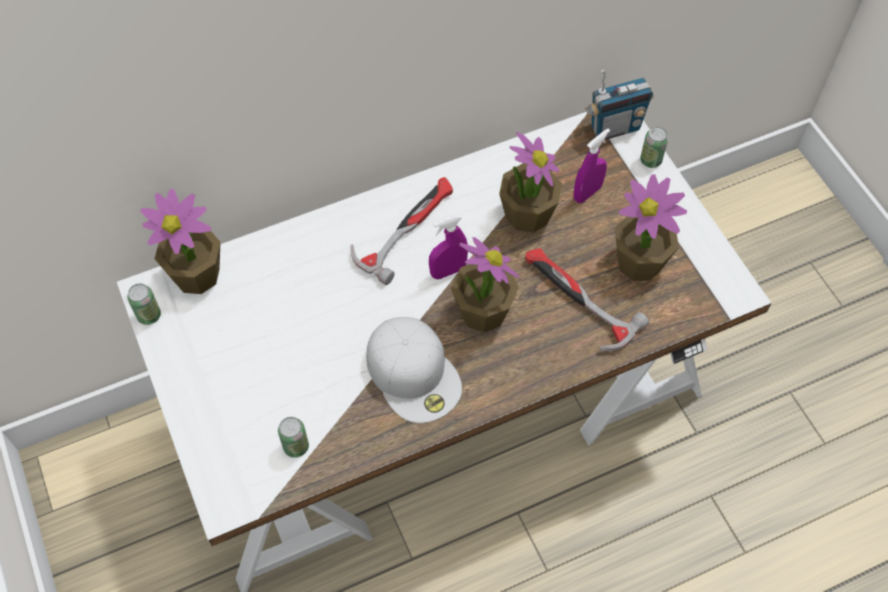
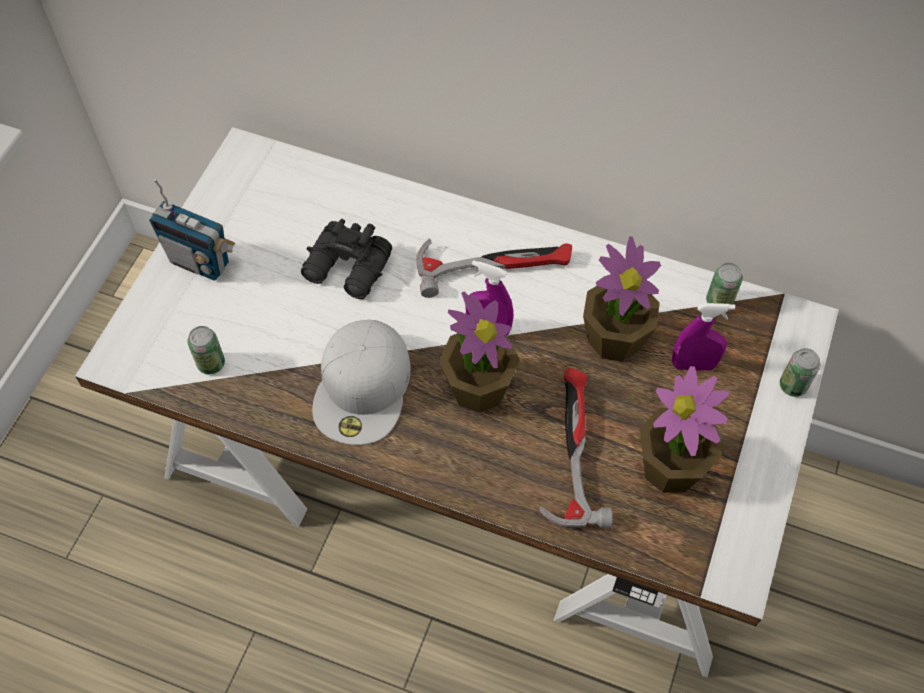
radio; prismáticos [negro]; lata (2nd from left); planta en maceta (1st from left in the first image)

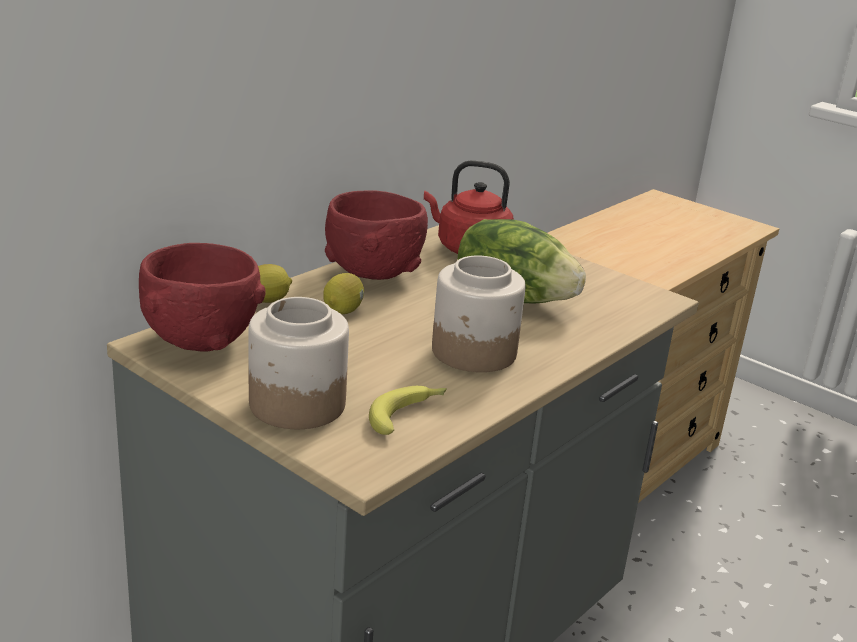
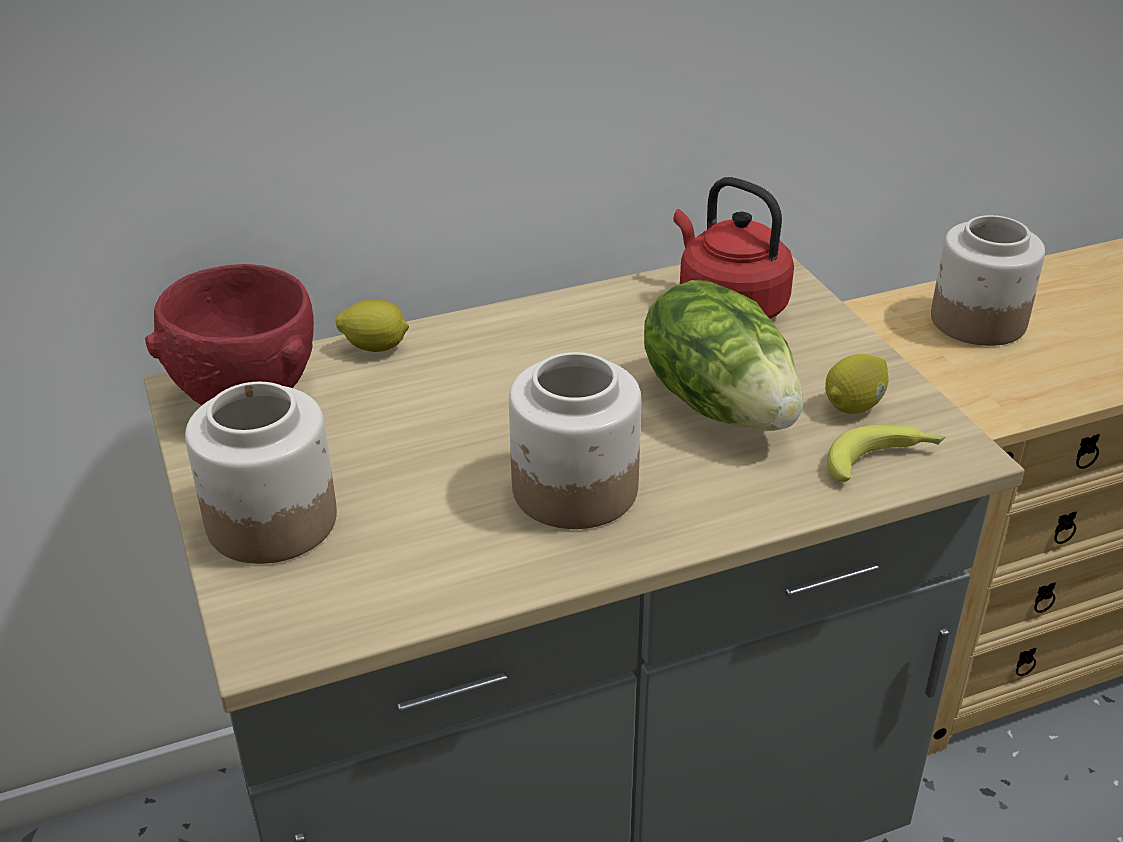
limón (2nd from left); plátano; tarro (3rd from left); cuenco [rojo] (2nd from left in the first image)

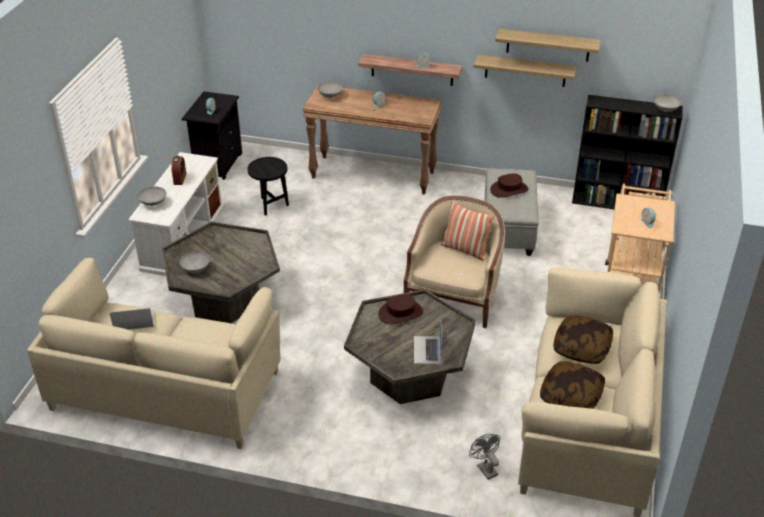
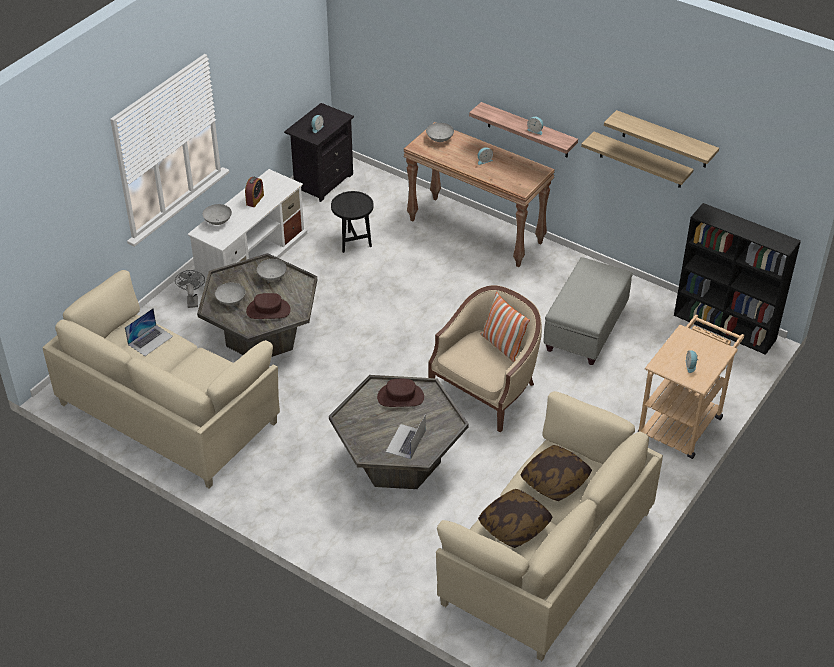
portátil (1st from left); ventilador [gris]; sombrero [marrón] (1st from left); cuenco [gris] (3rd from left)

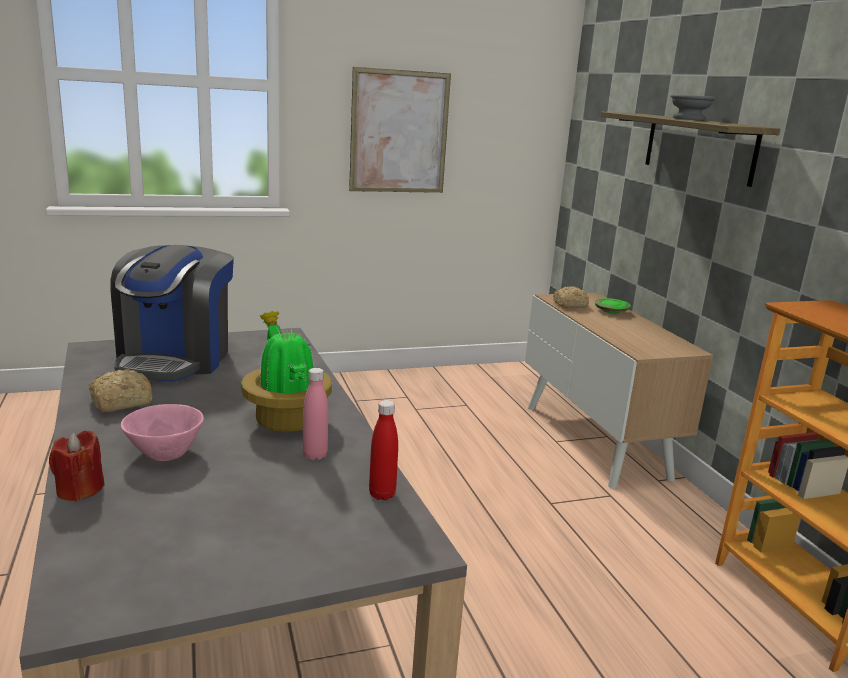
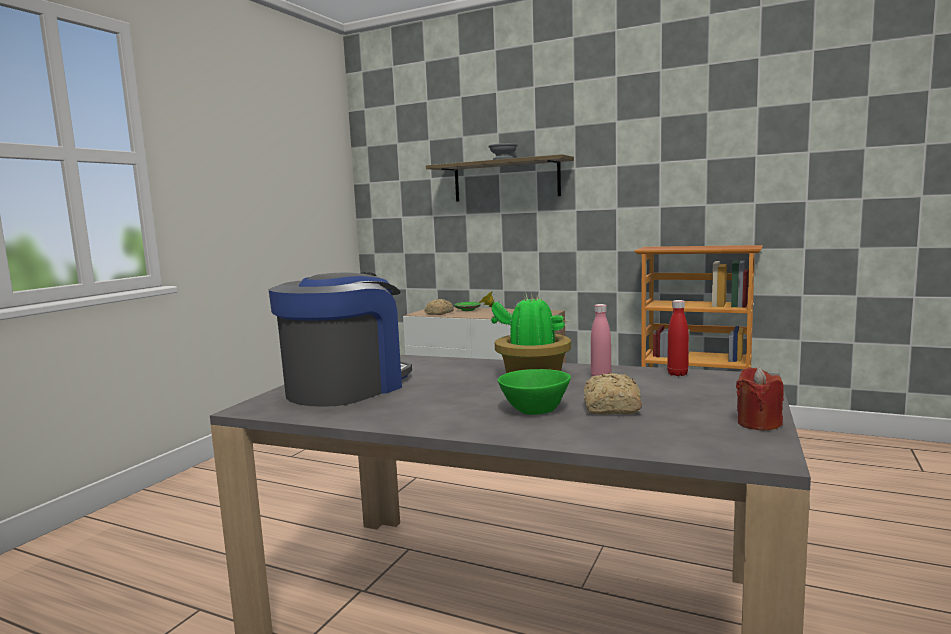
cafetera; cuenco [verde]; pan (2nd from left); vela [rojo]; cuadro

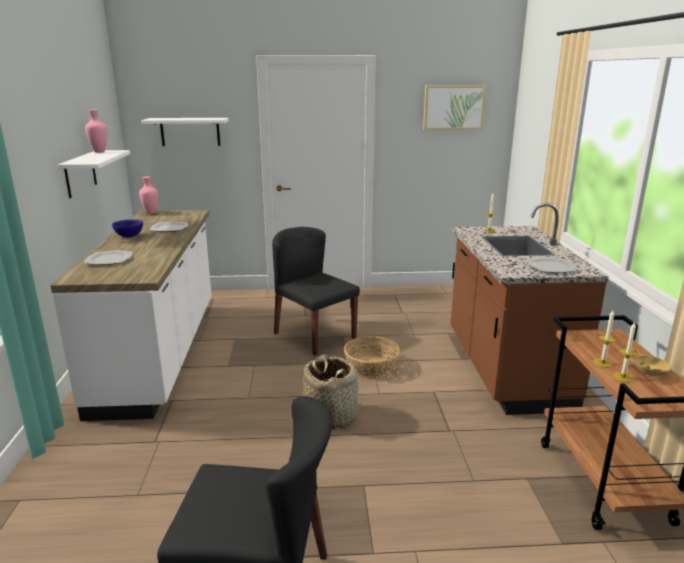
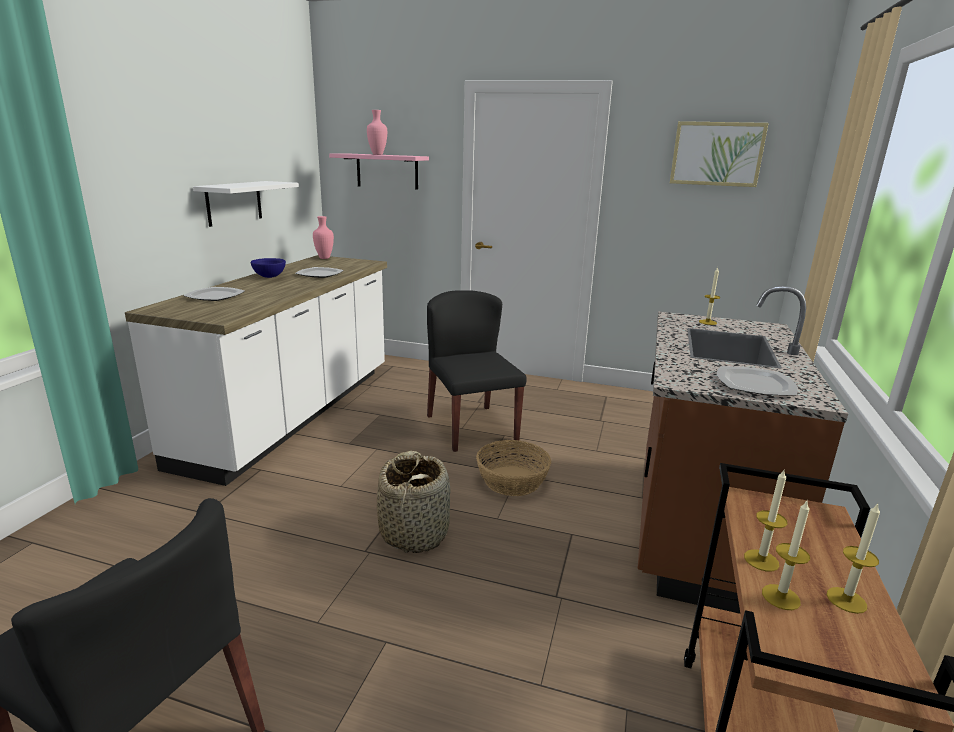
estante [rosa]; florero [rosa] (2nd from left); vela (4th from left)

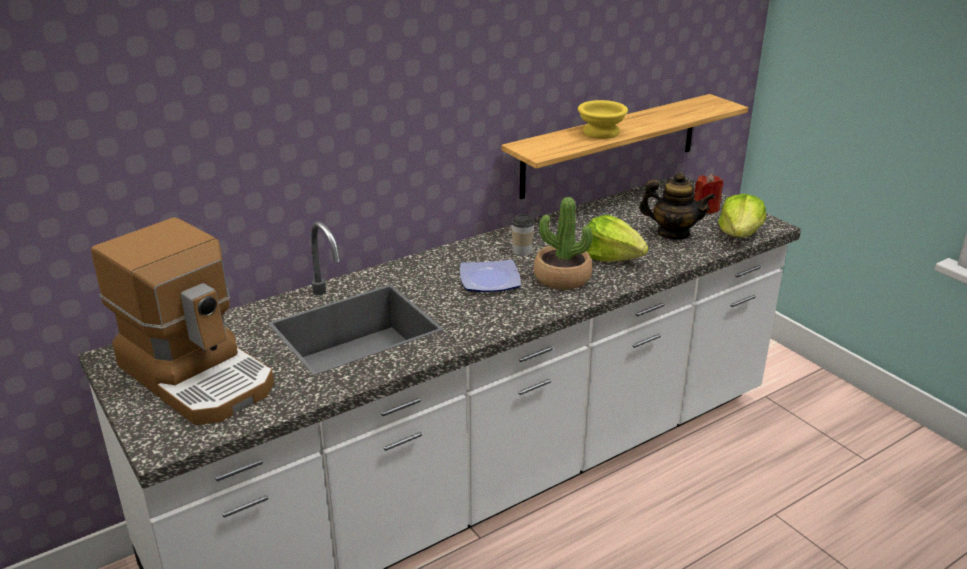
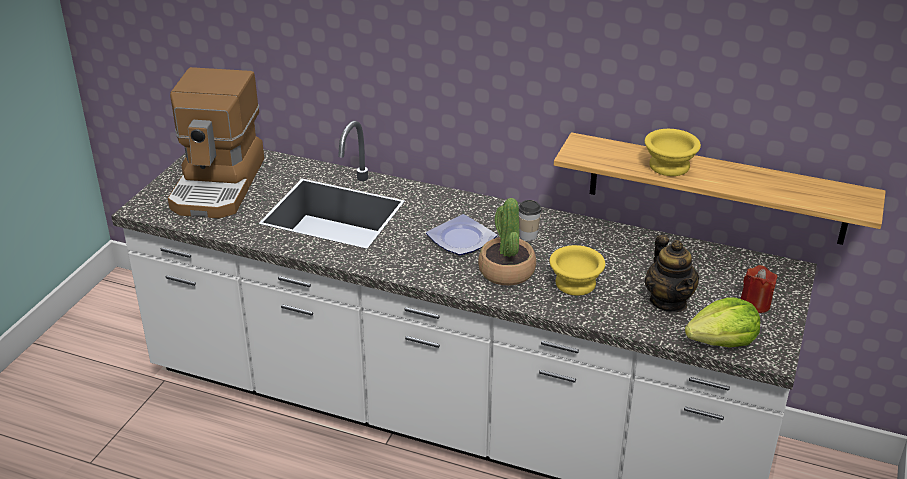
cuenco [amarillo] (1st from left)

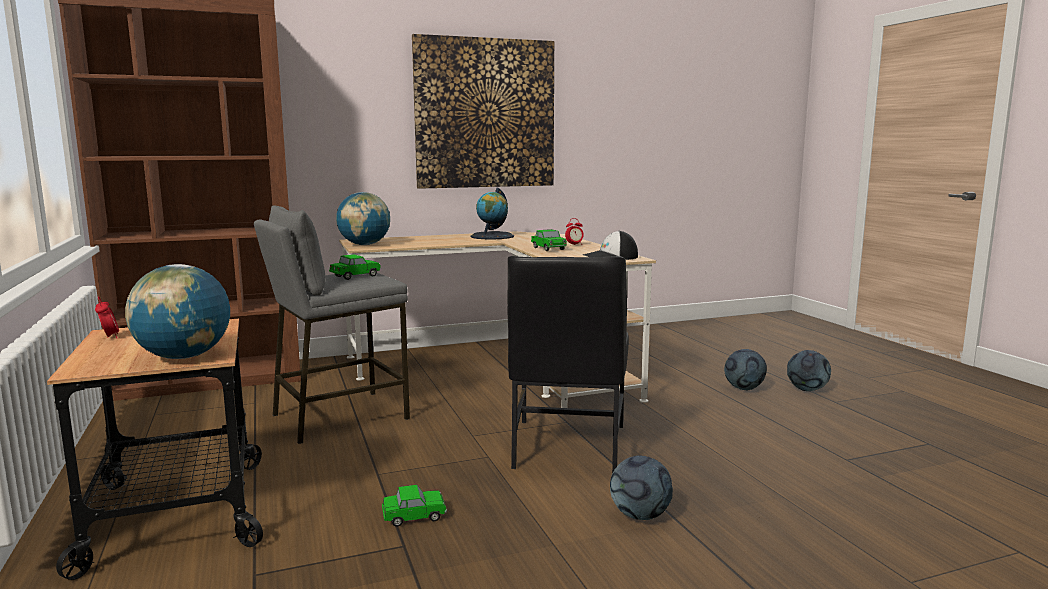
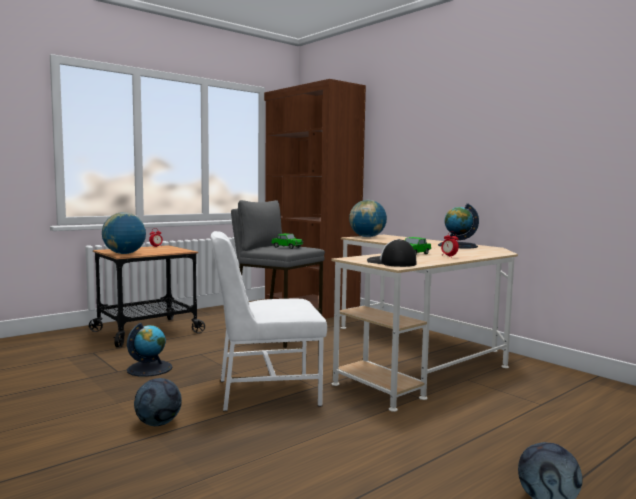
globo terráqueo (2nd from left); silla [blanco]; cuadro; balón de fútbol (2nd from left in the first image)

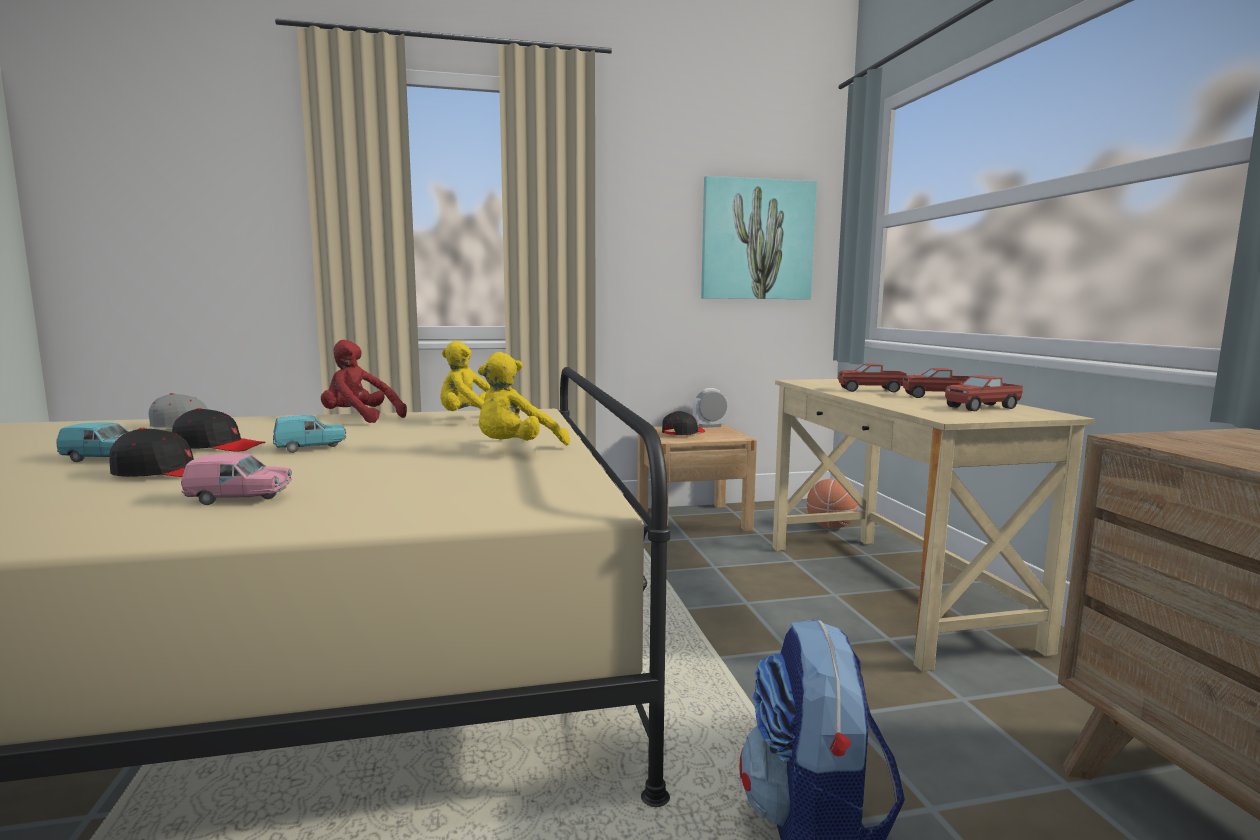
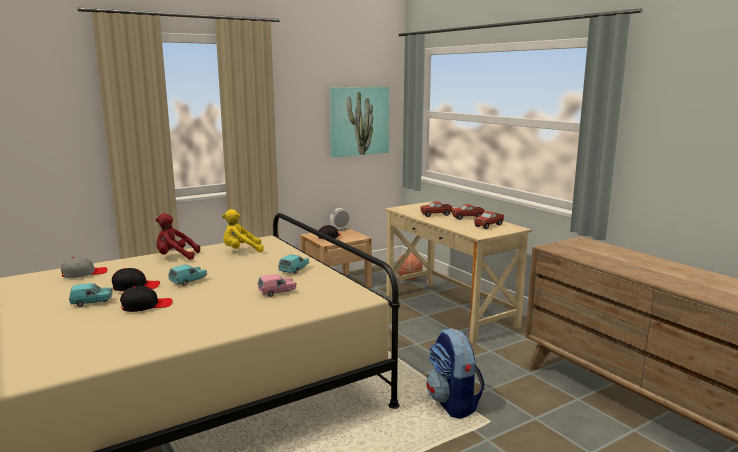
coche de juguete [rosa]; coche de juguete [turquesa] (3rd from left)

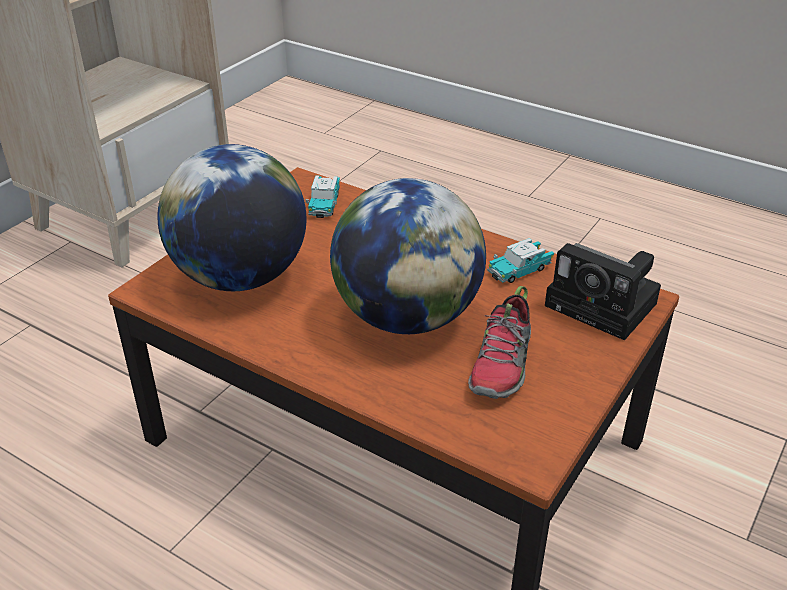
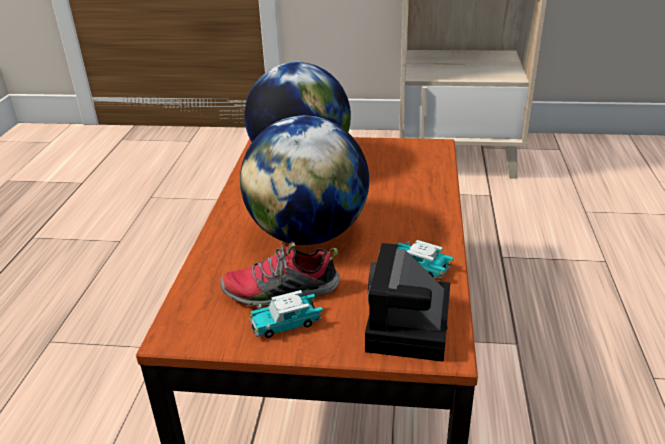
coche de juguete (1st from left)

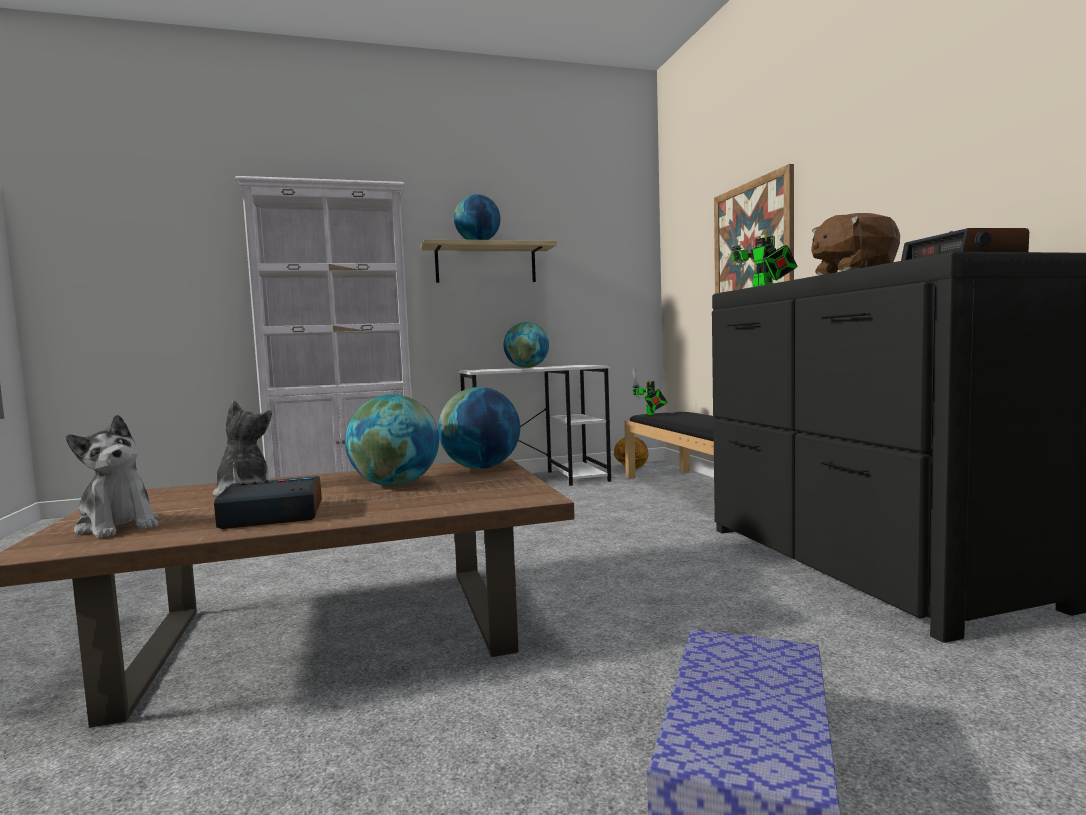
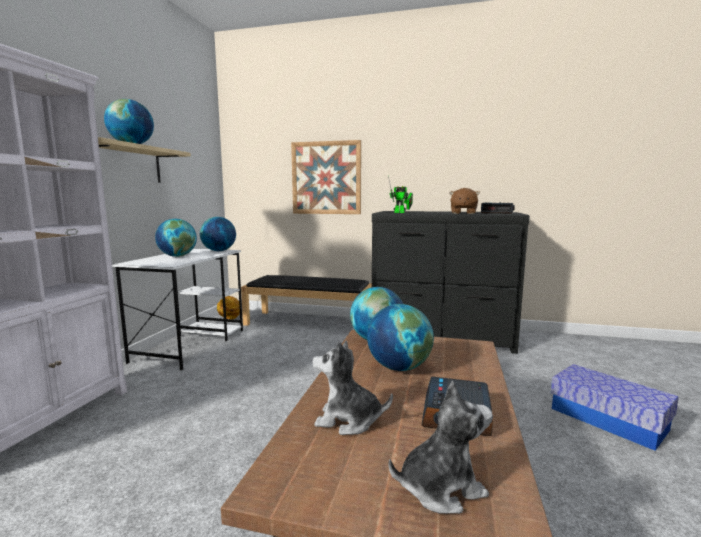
globo terráqueo (3rd from left); robot de juguete (1st from left in the first image)

